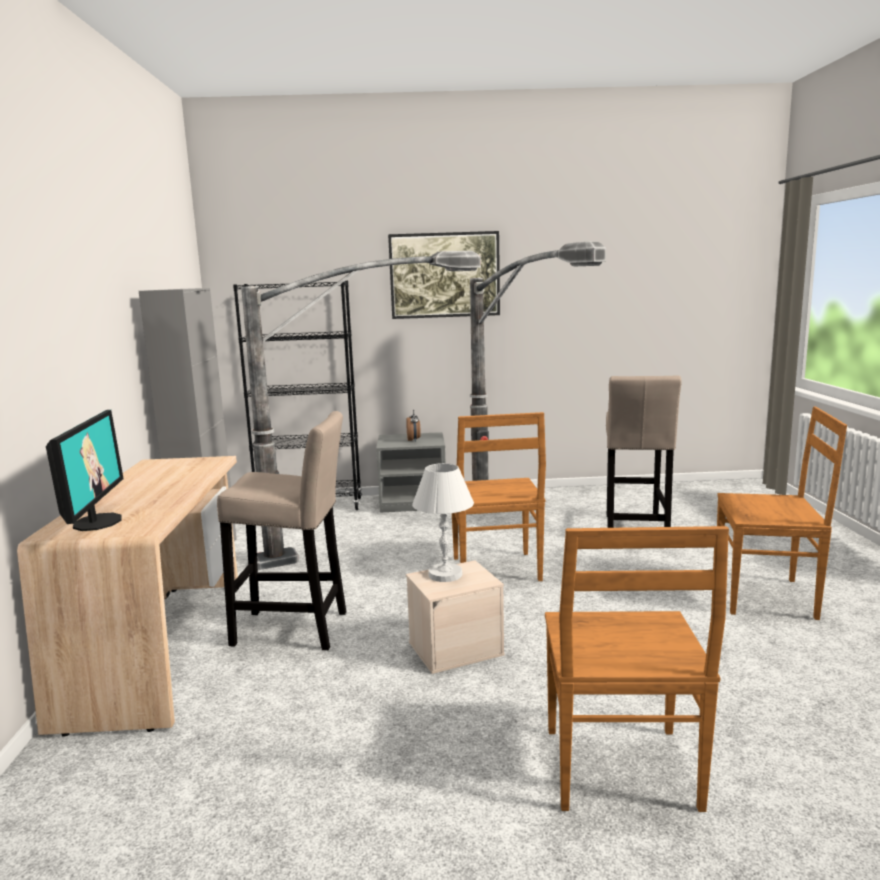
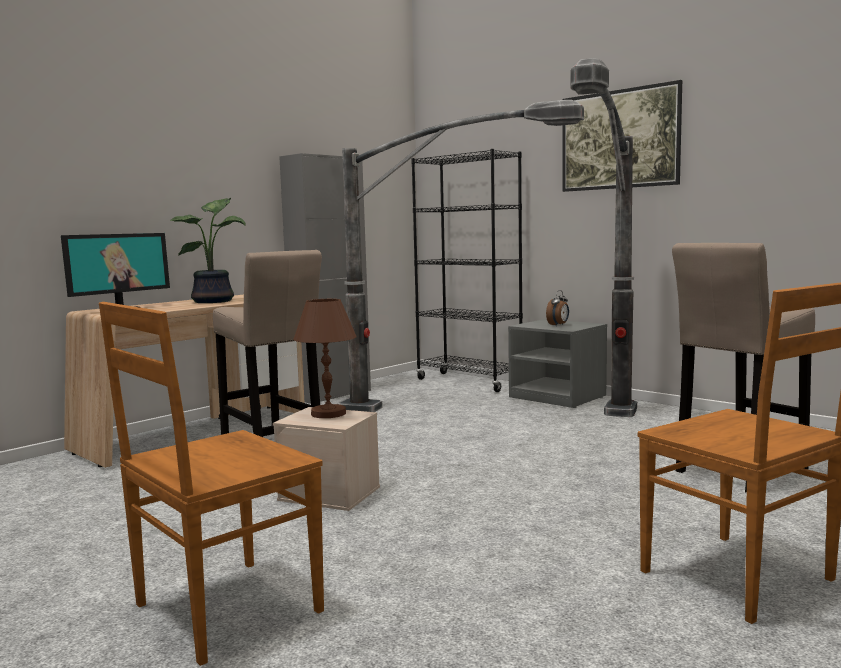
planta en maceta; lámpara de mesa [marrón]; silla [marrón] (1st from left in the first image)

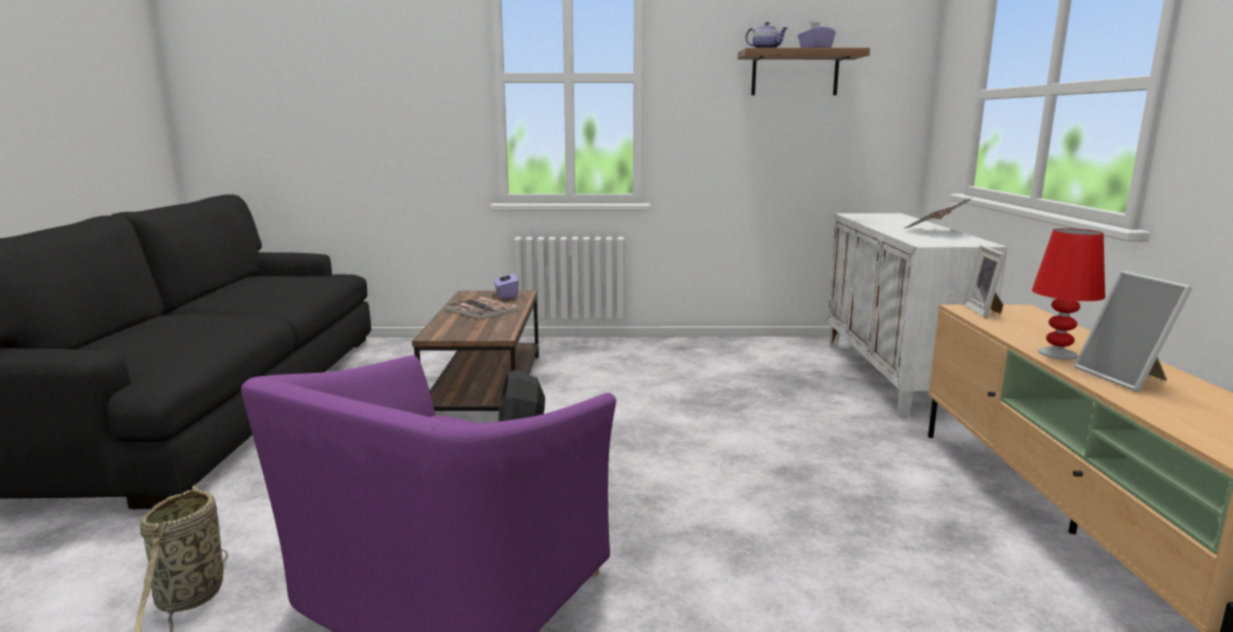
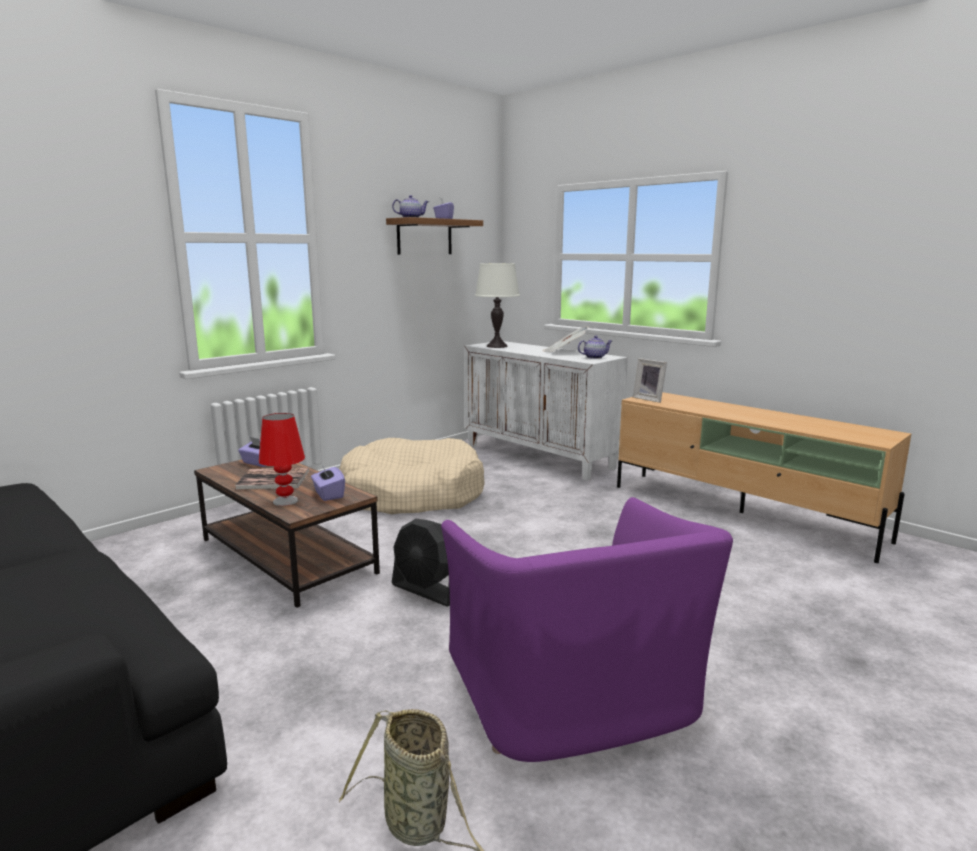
lámpara de mesa [rojo]; caja de pañuelos [morado] (2nd from left); cama para perro [beis]; lámpara de mesa [blanco]; tetera (2nd from left); portarretratos (2nd from left in the first image)

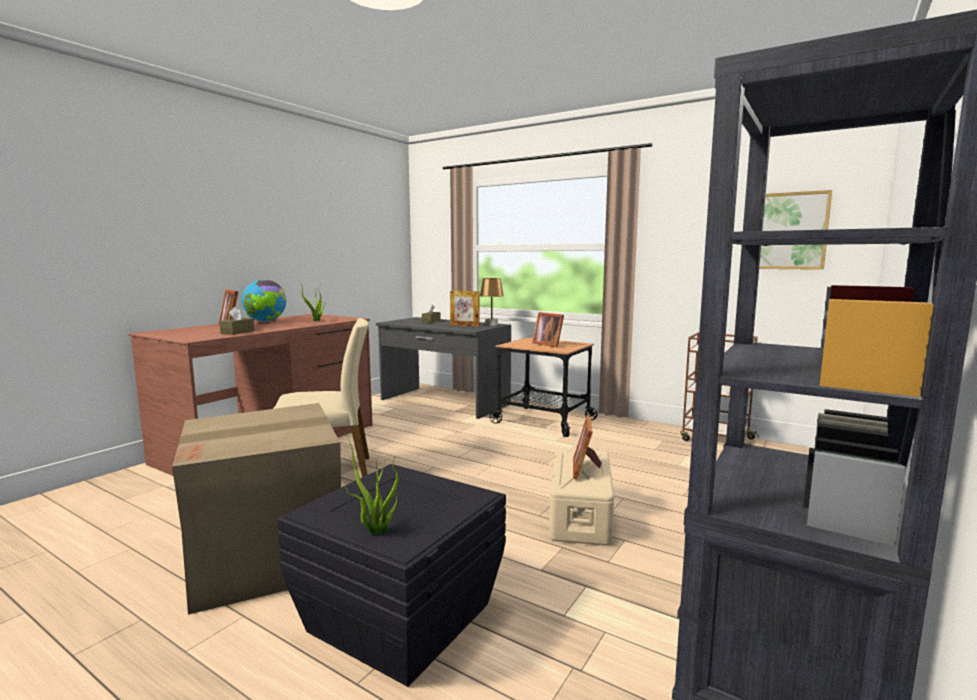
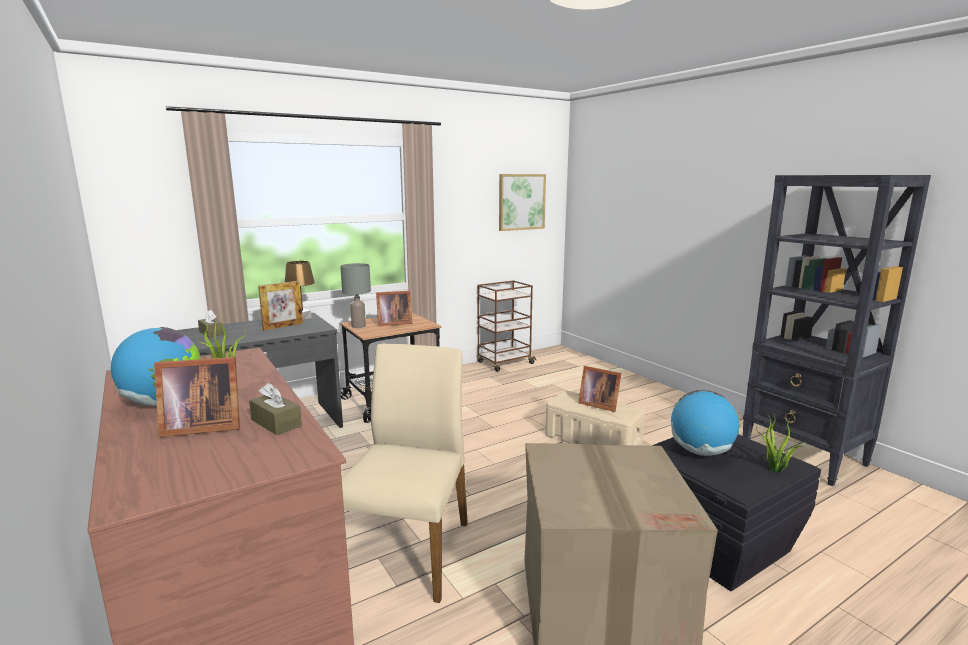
lámpara de mesa [gris]; globo terráqueo (2nd from left)

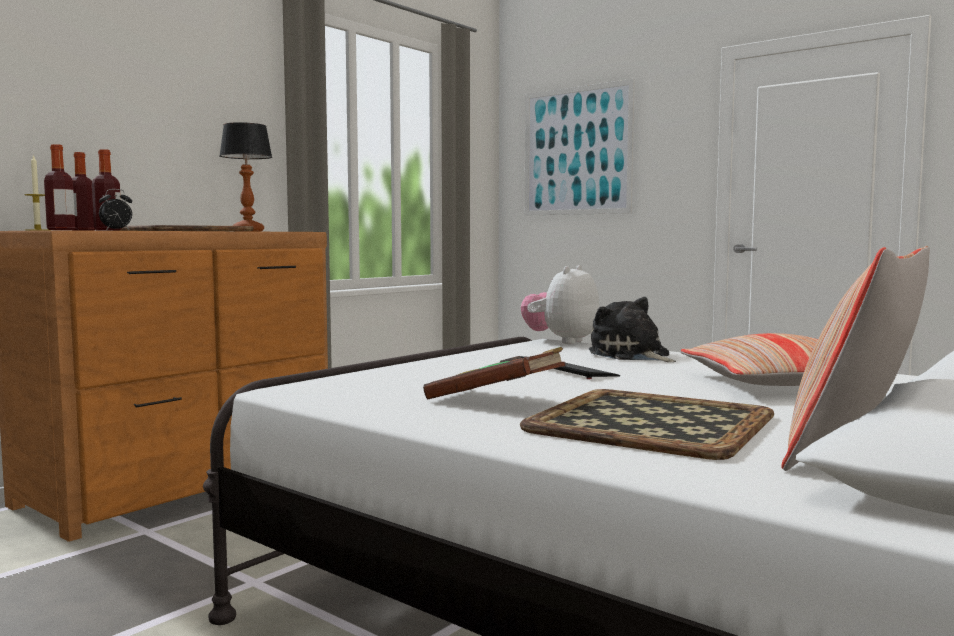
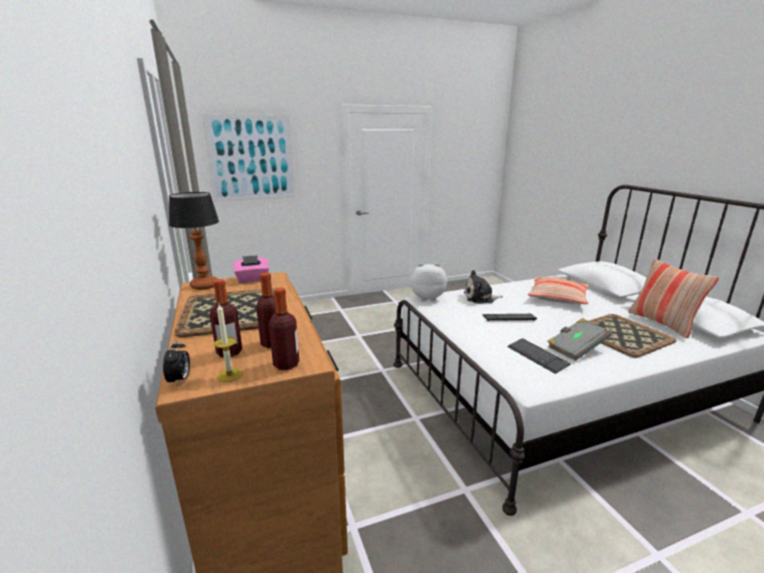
despertador; caja de pañuelos [rosa]; peluche (1st from left); teclado (2nd from left); libro [gris]

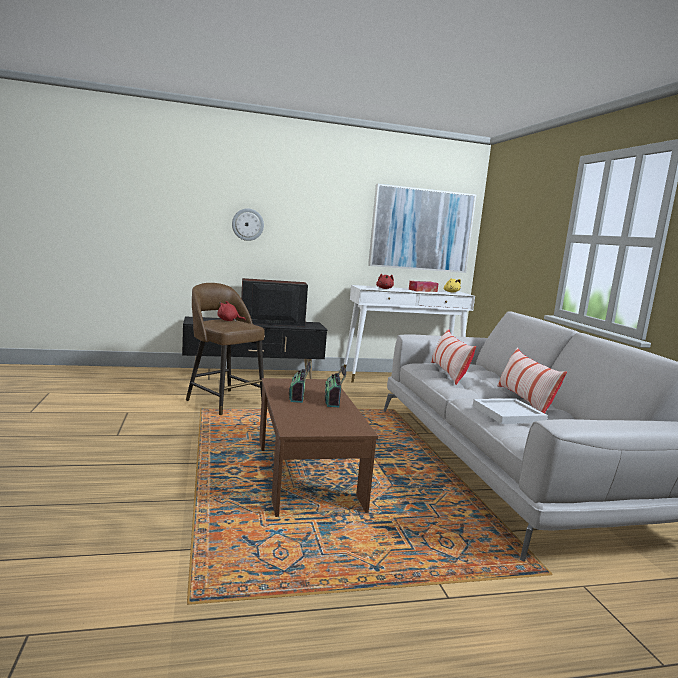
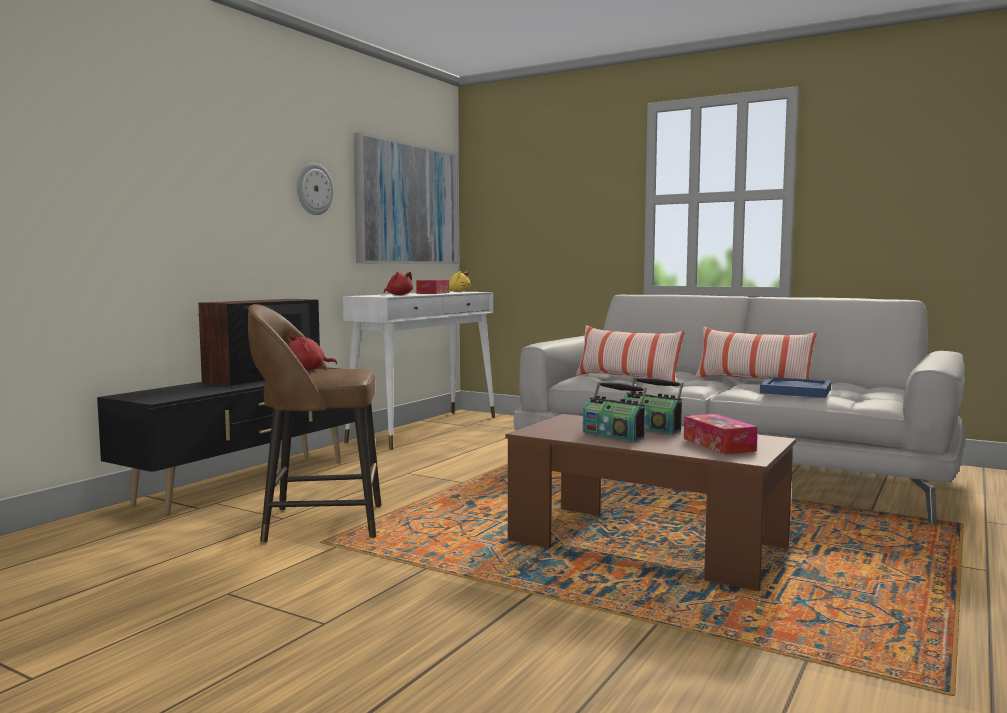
reloj de pared; caja de pañuelos (2nd from left); bandeja [azul]

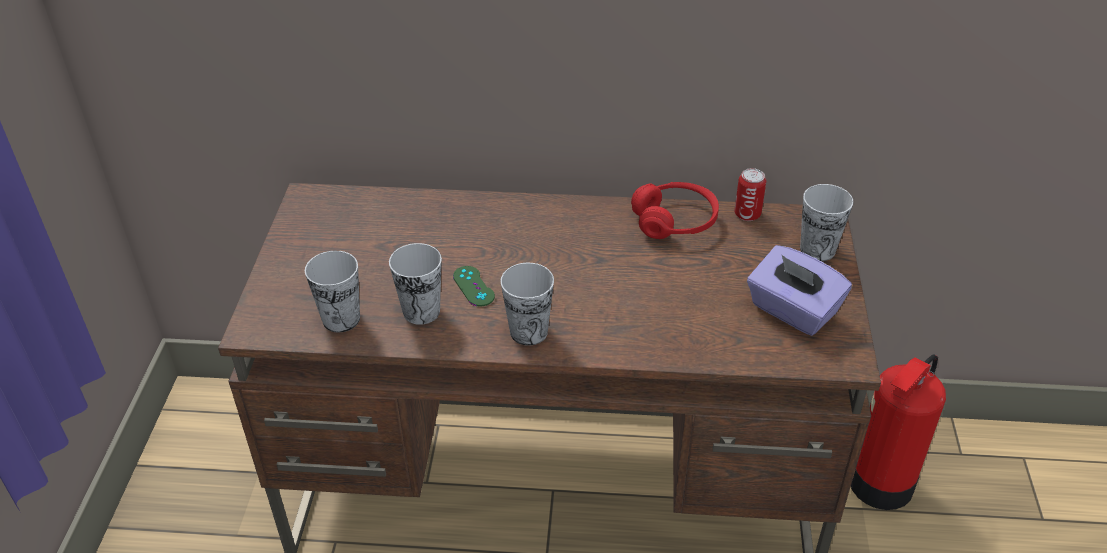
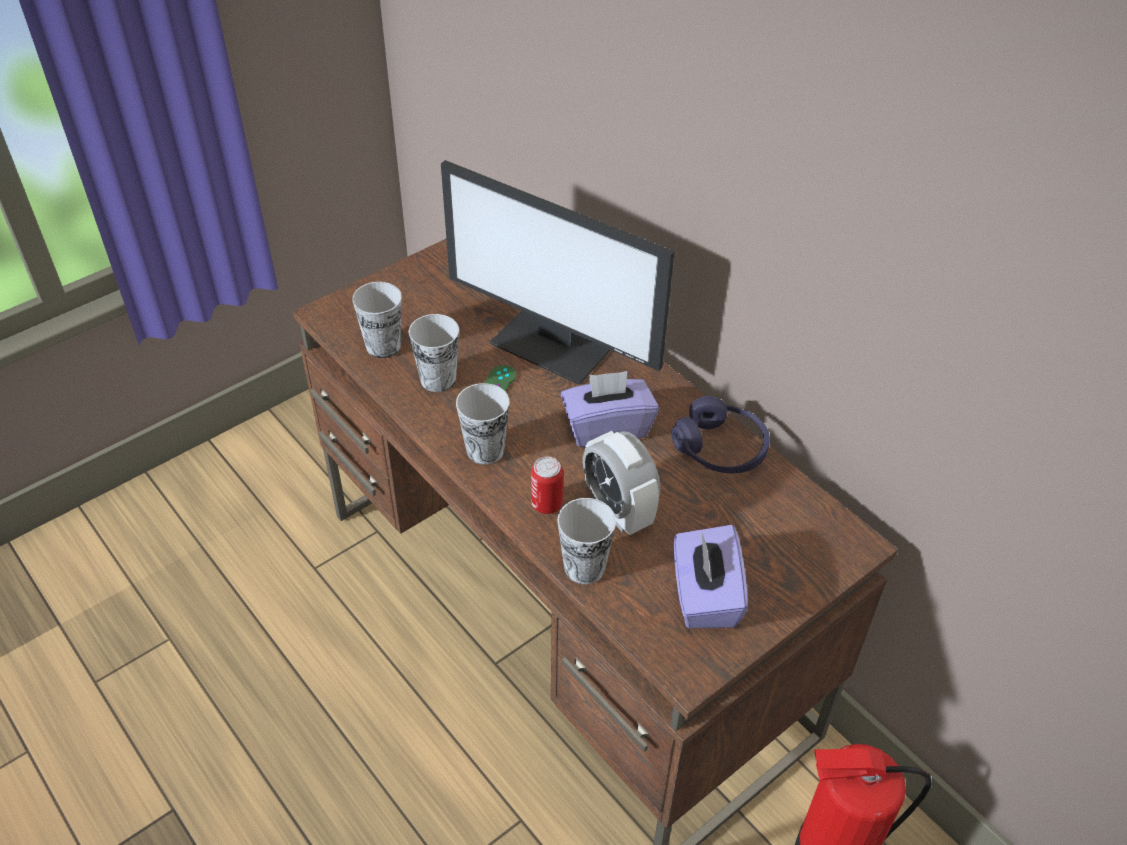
monitor; lata; taza (4th from left); caja de pañuelos [morado] (1st from left); despertador; auriculares [morado]

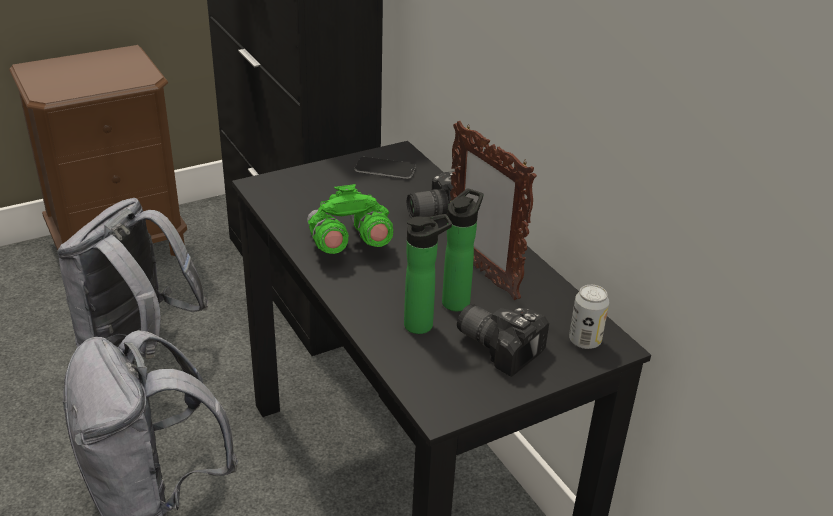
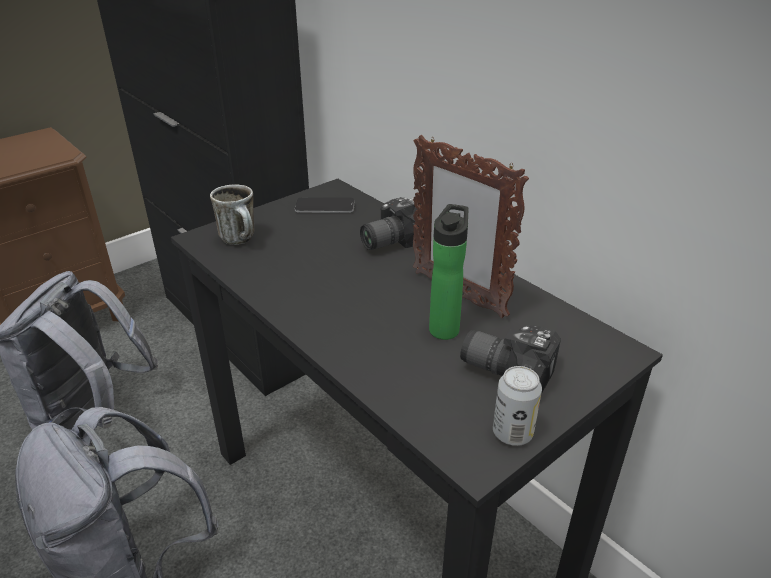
taza grande; lata; prismáticos [verde]; botella (1st from left in the first image)

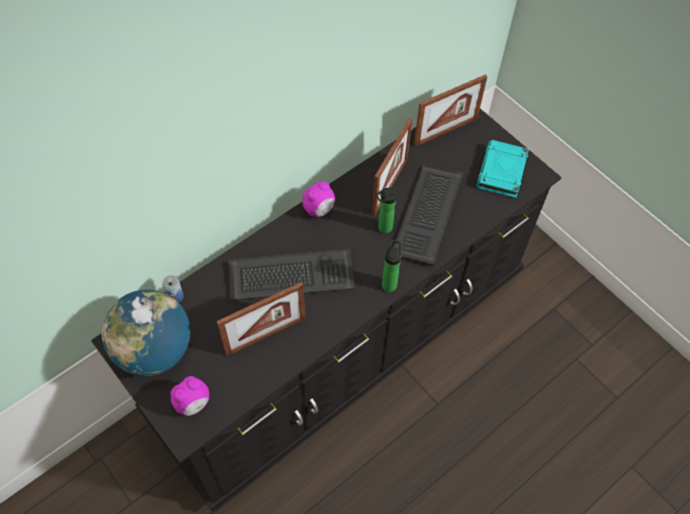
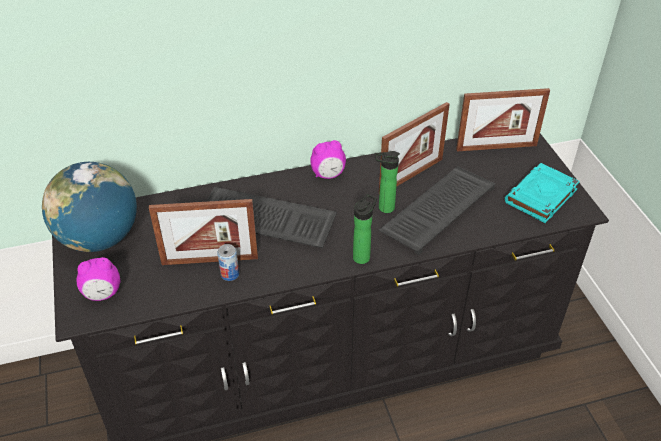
lata

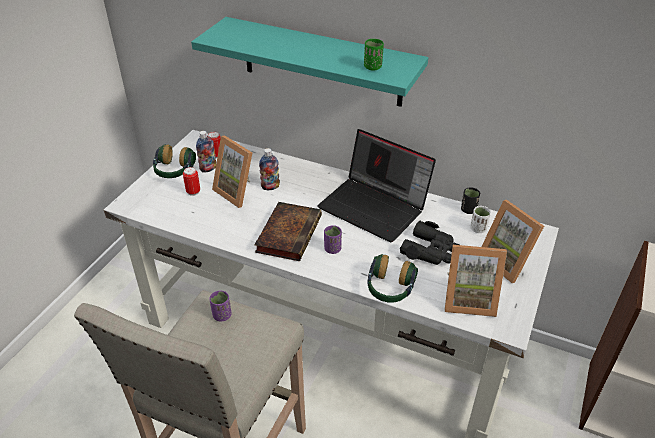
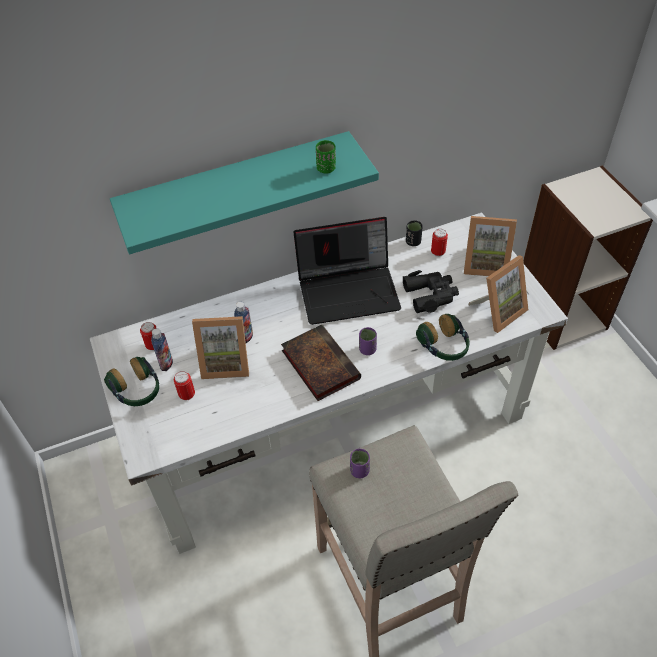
lata (3rd from left)

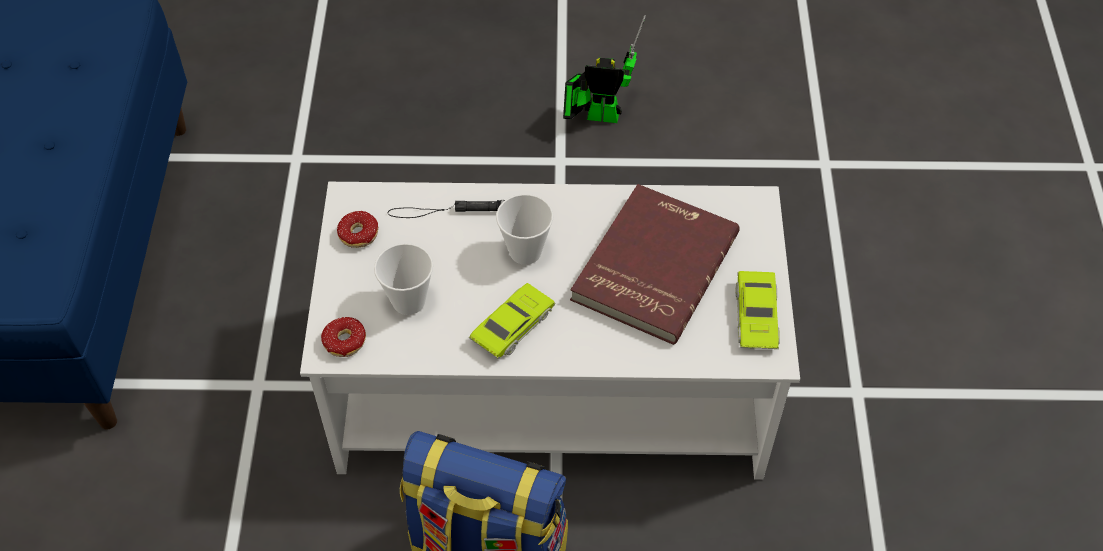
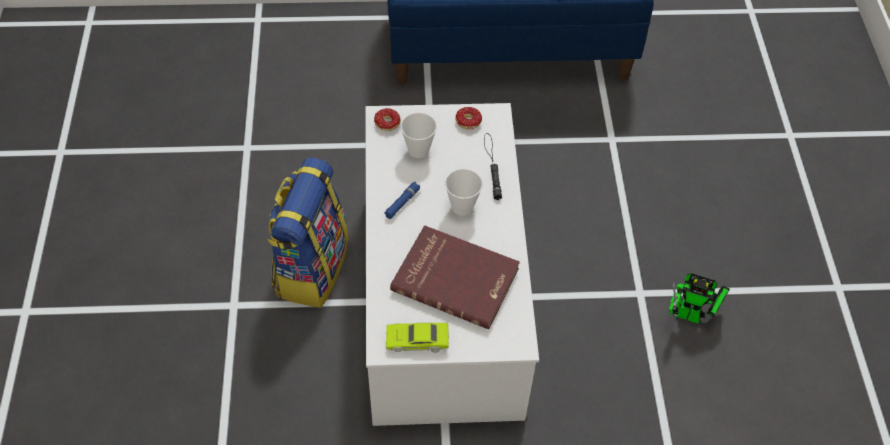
linterna [azul]; robot de juguete

